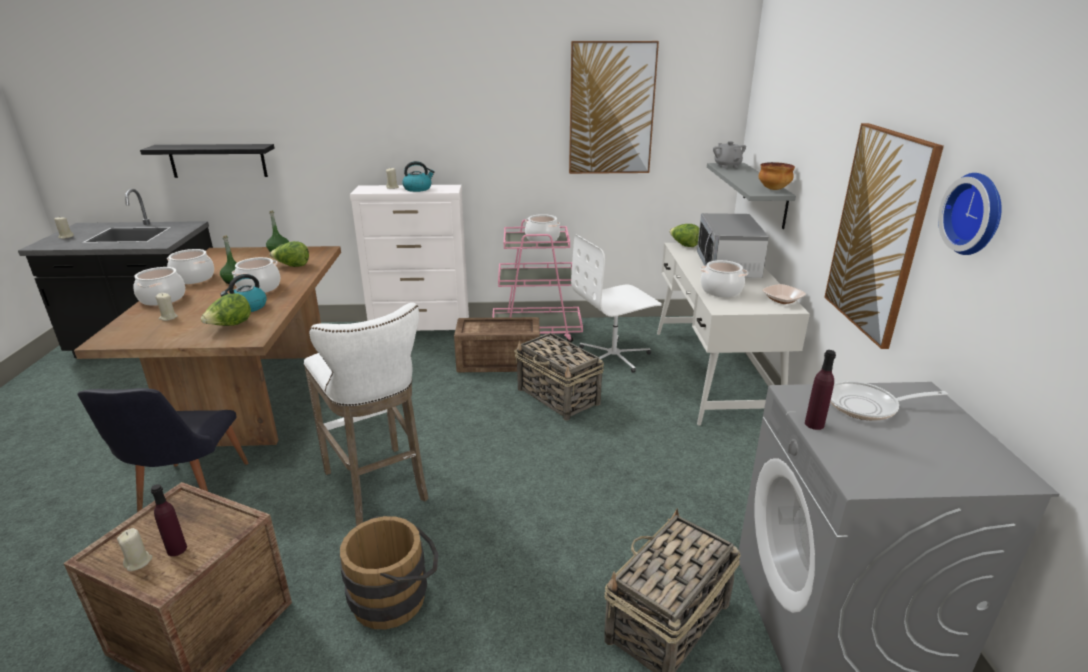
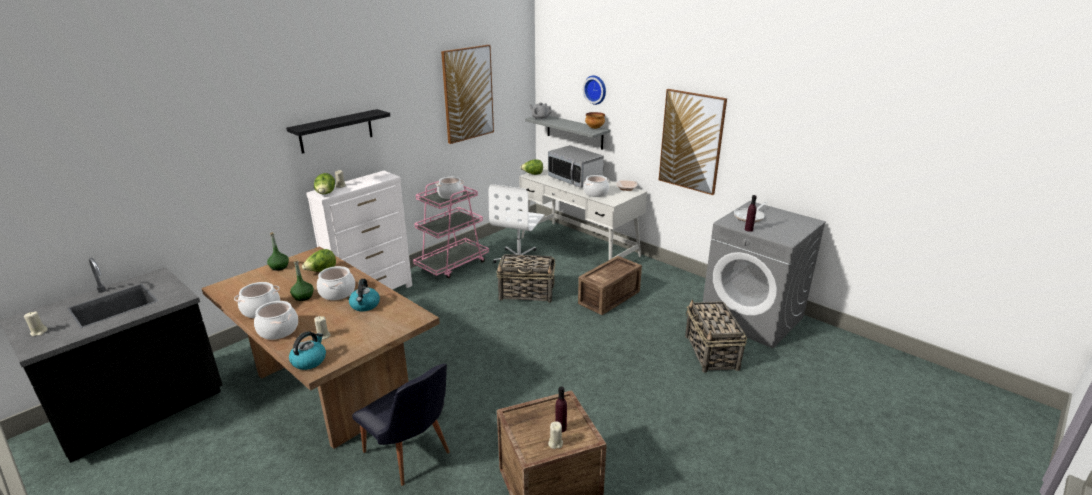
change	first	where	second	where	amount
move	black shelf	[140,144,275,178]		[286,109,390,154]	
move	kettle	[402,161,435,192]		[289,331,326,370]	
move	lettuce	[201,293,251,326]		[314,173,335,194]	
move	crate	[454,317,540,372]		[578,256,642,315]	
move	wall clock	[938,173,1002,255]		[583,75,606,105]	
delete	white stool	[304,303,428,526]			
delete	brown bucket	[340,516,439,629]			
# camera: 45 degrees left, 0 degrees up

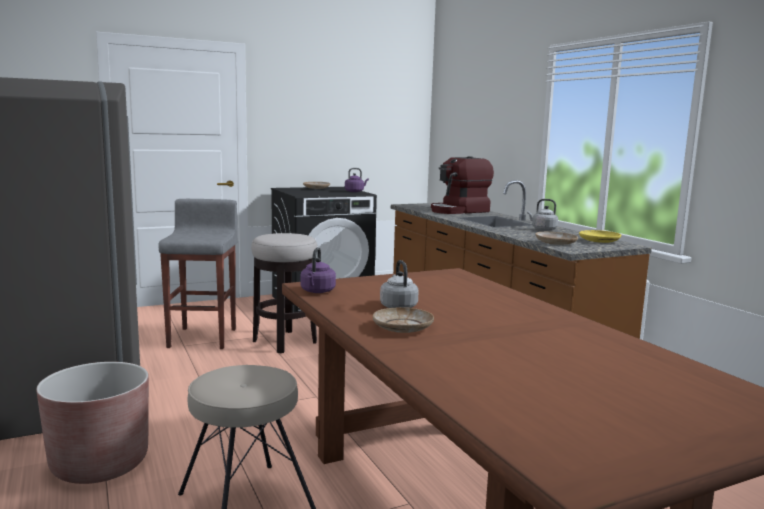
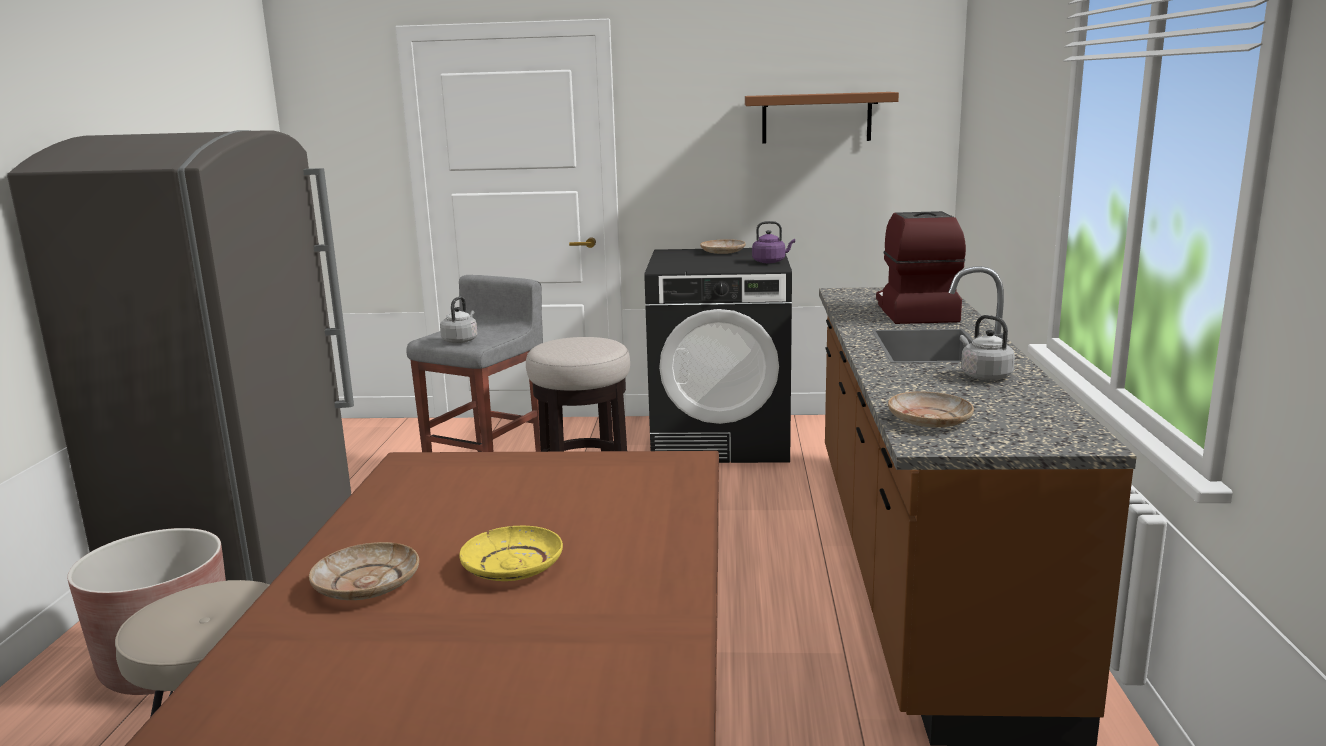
change	first	where	second	where	amount
move	grey kettle	[380,260,419,308]		[440,296,478,343]	
move	yellow plate	[579,230,621,243]		[459,526,563,581]	
insert			brown shelf	[745,92,899,144]	
rotate	coffee machine	[431,156,494,214]		[876,211,966,324]	90 degrees clockwise
delete	purple kettle	[300,247,336,293]			
# camera: 30 degrees right, 5 degrees up

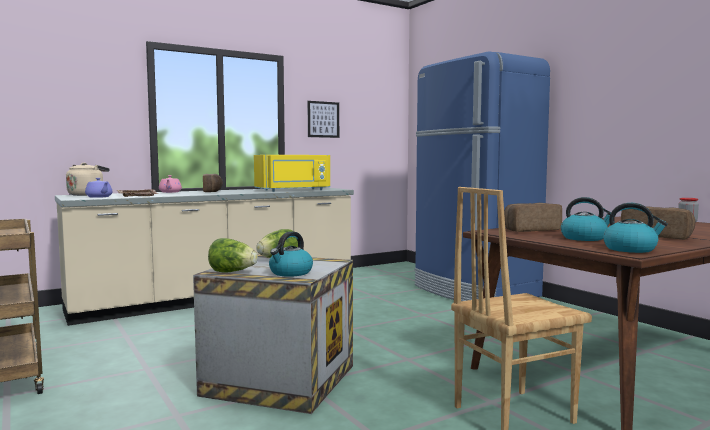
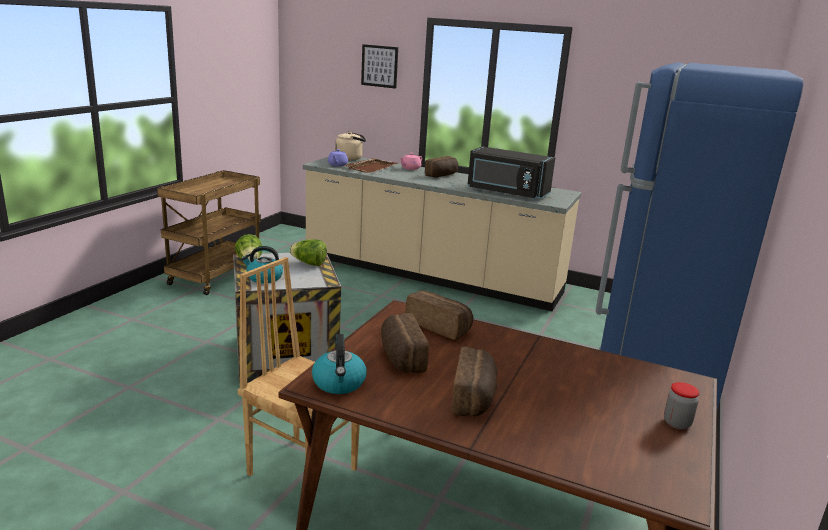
change	first	where	second	where	amount
move	picture	[308,101,339,138]		[361,44,398,89]	
replace	kettle	[561,197,616,241]	bread	[381,313,429,373]	
recolor	yellow microwave	[254,155,330,192]	black microwave	[467,146,555,200]	
# camera: 55 degrees right, 15 degrees up

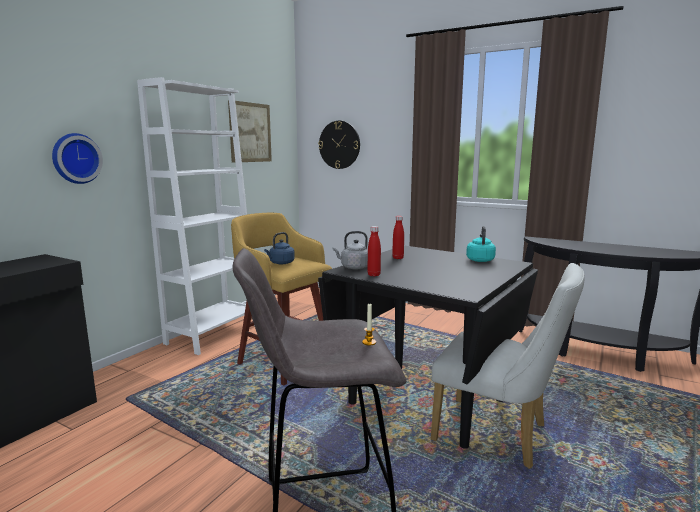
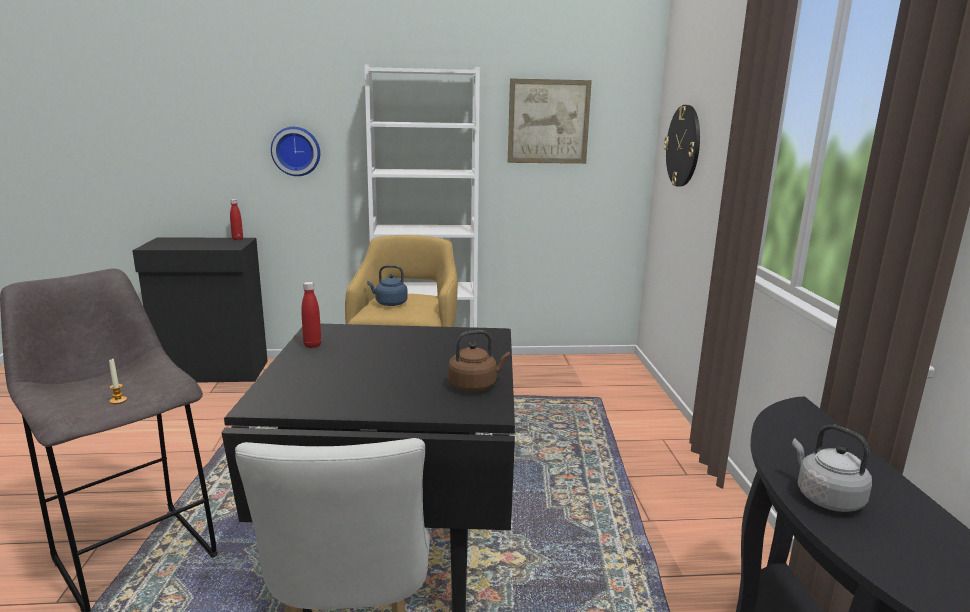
change	first	where	second	where	amount
move	red bottle	[392,216,404,259]		[230,199,243,240]	
recolor	turquoise kettle	[466,226,496,262]	brown kettle	[448,330,510,392]	
move	grey kettle	[333,231,368,270]		[792,424,872,512]	
# camera: 55 degrees right, 5 degrees up

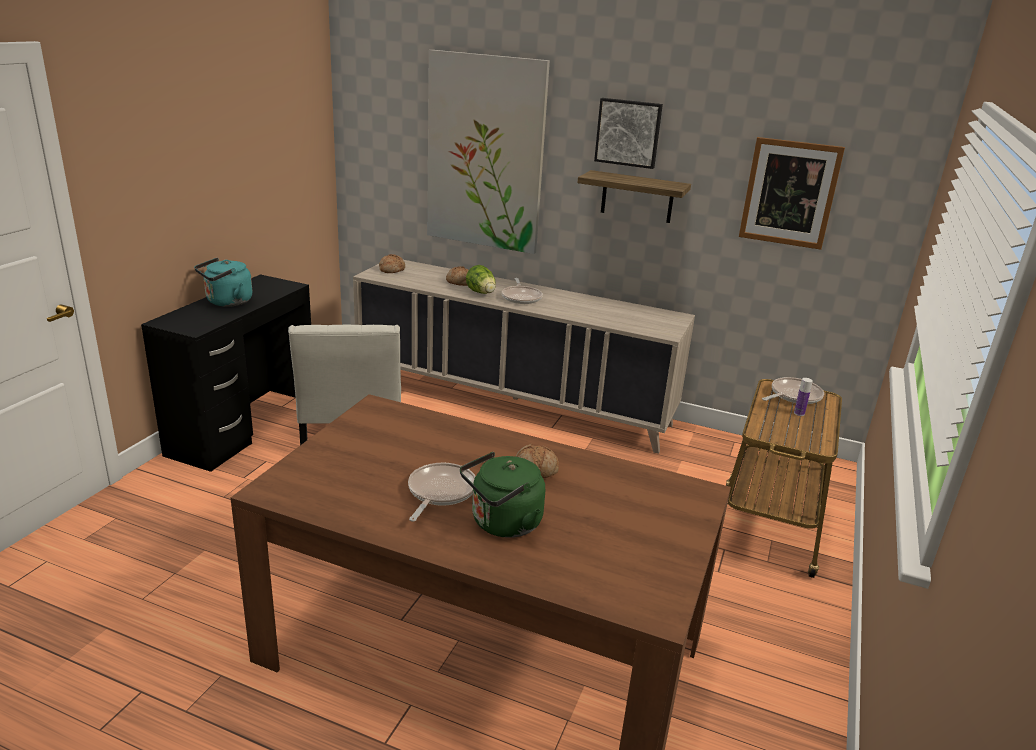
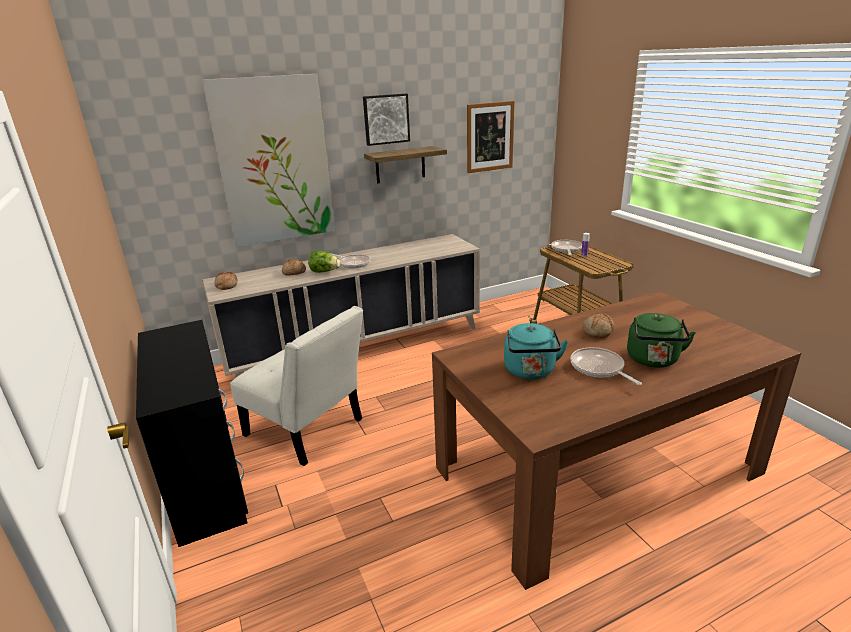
change	first	where	second	where	amount
move	turquoise kettle	[194,257,252,307]		[504,323,568,379]	
# camera: 45 degrees left, 0 degrees up

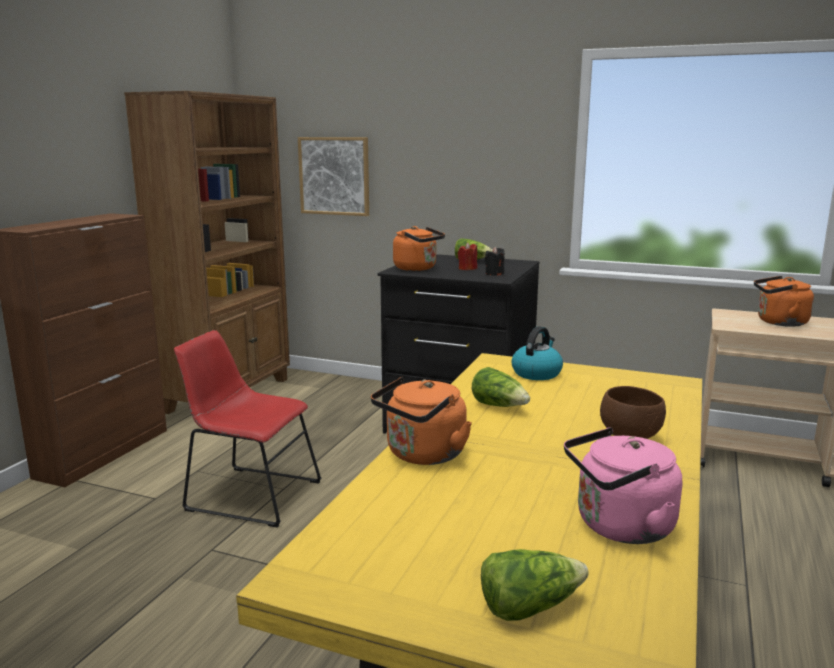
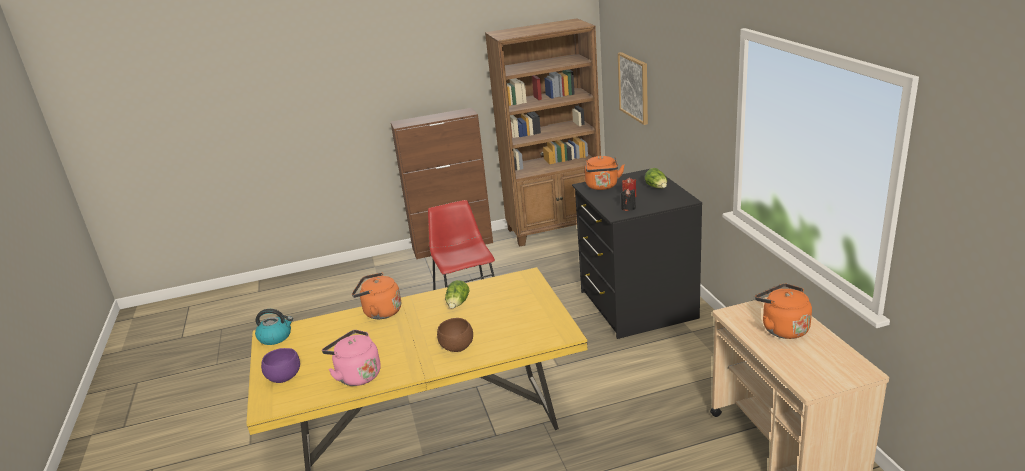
change	first	where	second	where	amount
move	kettle	[511,326,563,380]		[255,309,293,345]	
replace	lettuce	[481,549,589,621]	purple bowl	[261,348,300,383]	
# camera: 55 degrees right, 10 degrees up

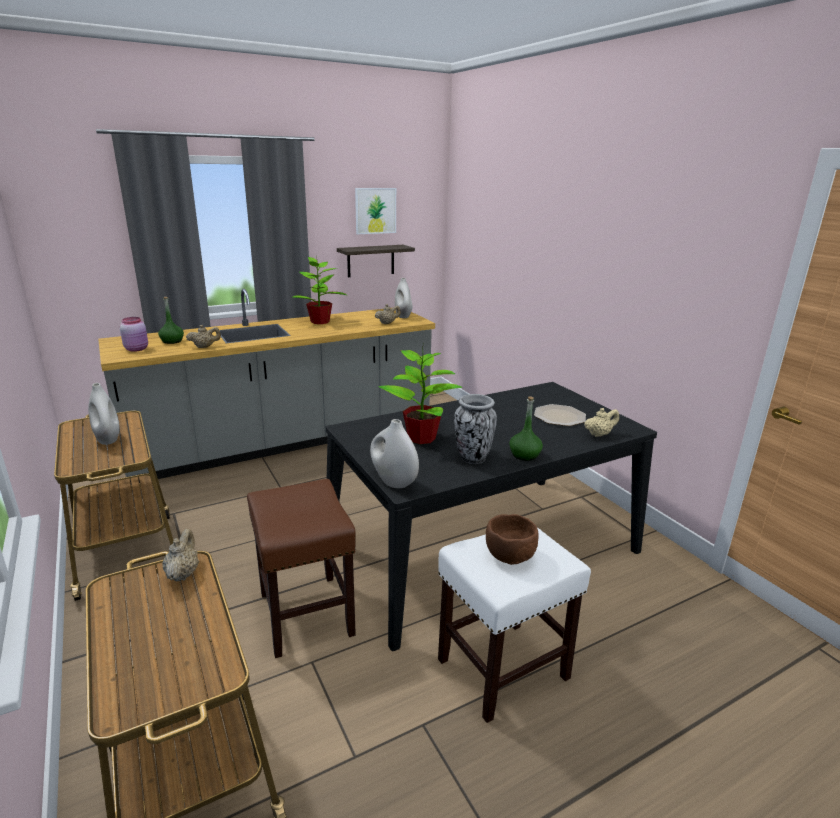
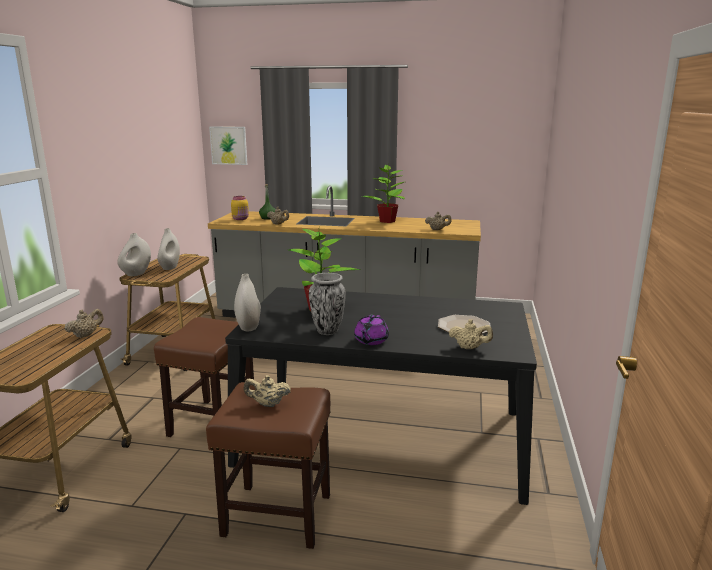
change	first	where	second	where	amount
move	white vase	[395,278,413,318]		[117,233,151,276]	
recolor	white stool	[438,527,591,723]	brown stool	[206,382,330,549]	
move	picture	[355,188,396,234]		[209,126,247,165]	
recolor	pink jar	[120,317,148,352]	yellow jar	[231,196,249,220]	
replace	brown bowl	[486,514,538,565]	beige teapot	[243,375,291,407]	
replace	green bottle	[509,396,543,461]	purple teapot	[354,315,389,345]	
delete	shelf	[337,245,415,277]			
# camera: 40 degrees right, 5 degrees down

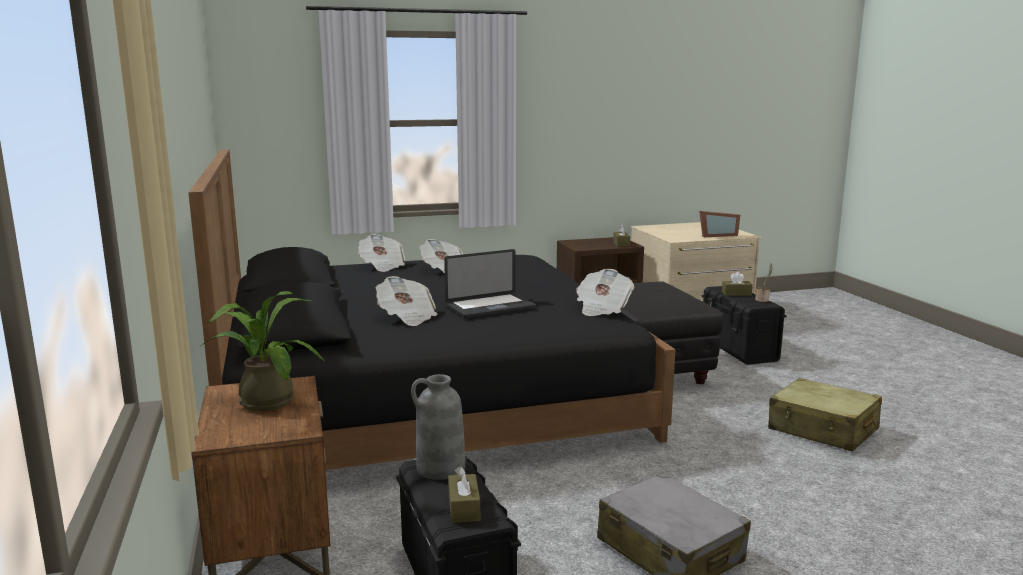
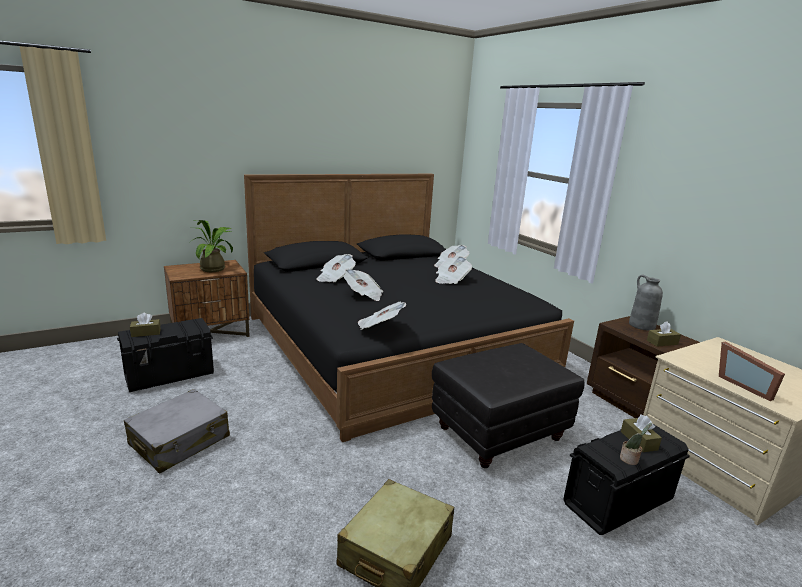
change	first	where	second	where	amount
replace	laptop	[444,249,536,319]	newspaper	[344,269,383,301]	
move	grey vase	[411,374,465,480]		[629,275,663,330]	
# camera: 75 degrees right, 5 degrees up

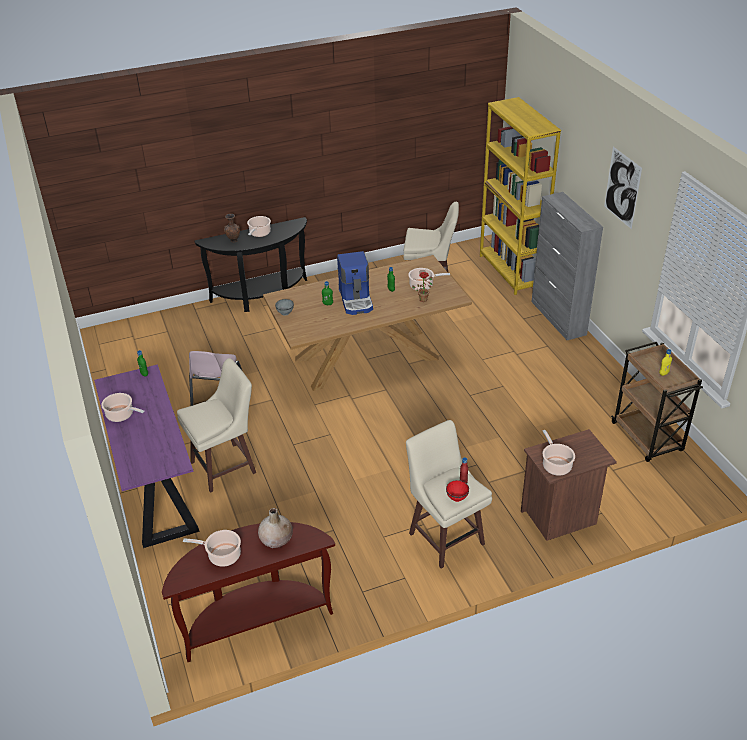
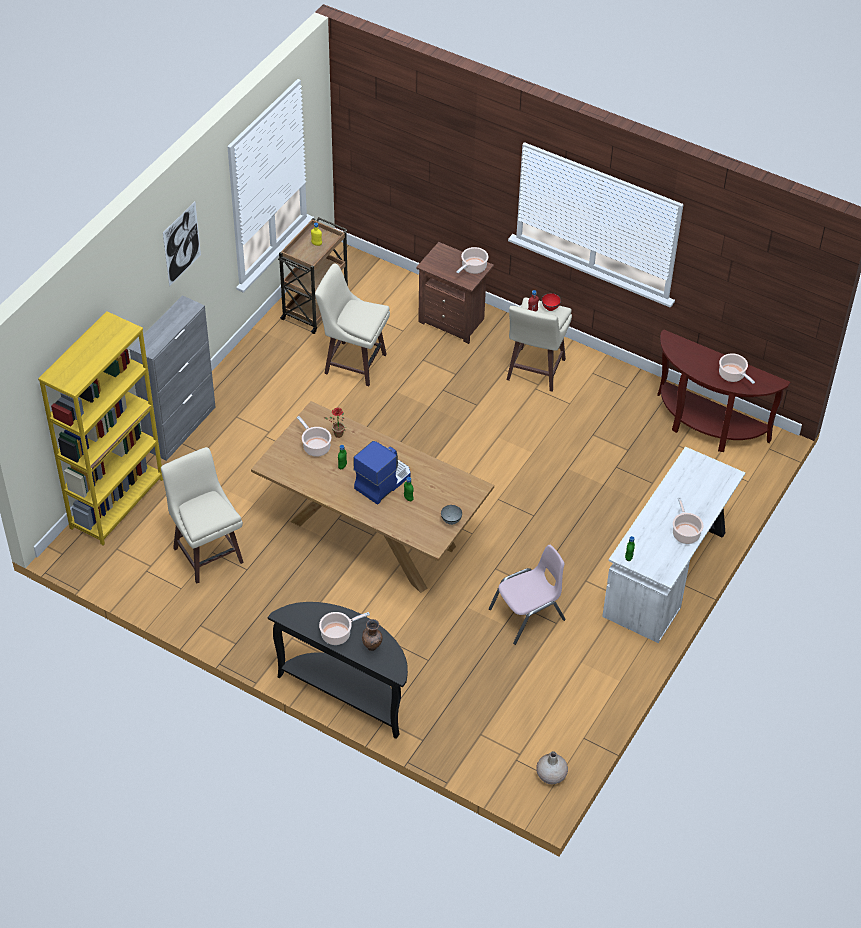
change	first	where	second	where	amount
move	beige stool	[177,358,256,493]		[315,263,390,386]	
move	beige vase	[258,508,293,548]		[536,751,568,784]	
recolor	purple desk	[94,364,200,548]	white desk	[602,447,745,643]	
# camera: 130 degrees left, 10 degrees up

